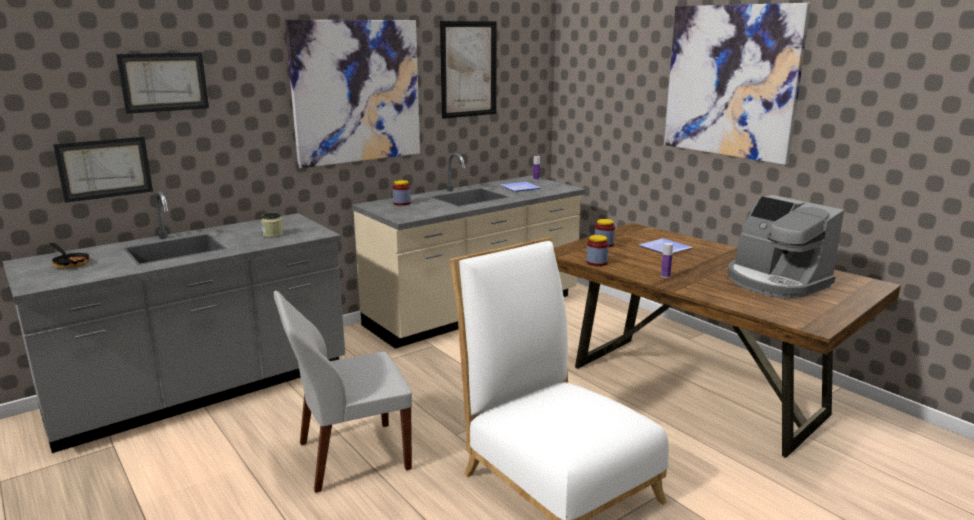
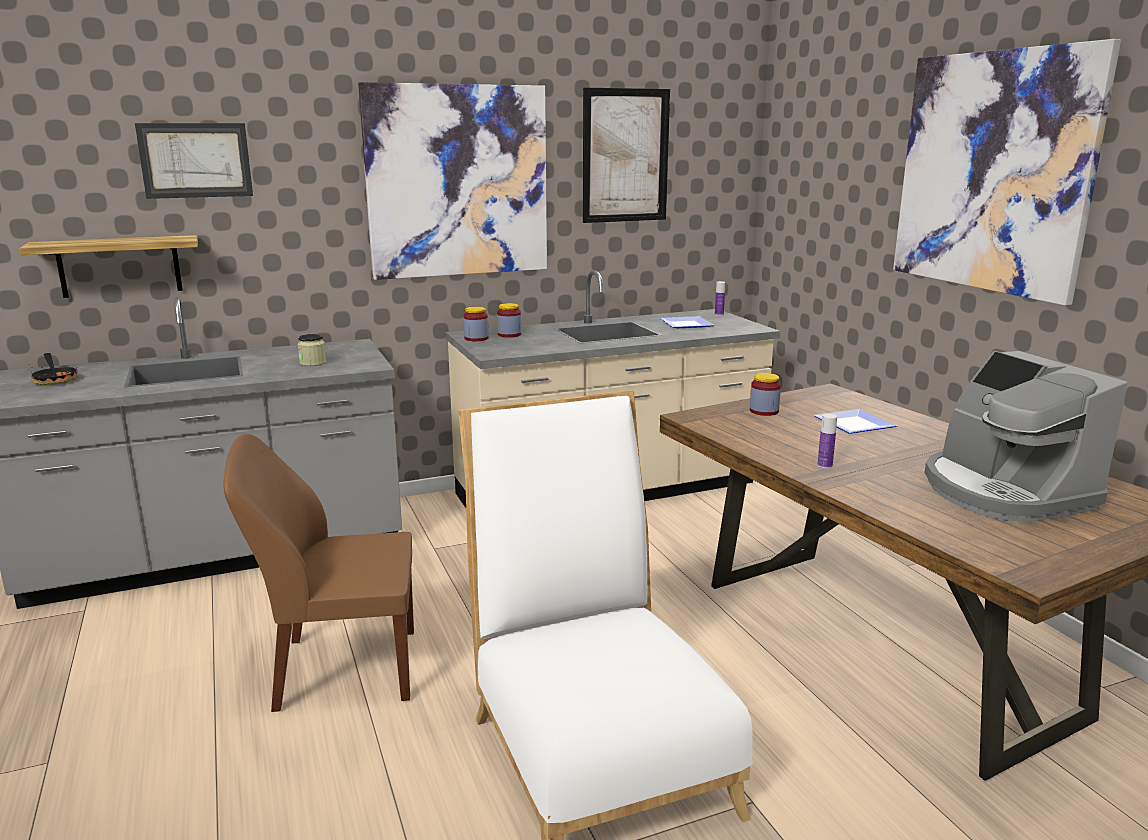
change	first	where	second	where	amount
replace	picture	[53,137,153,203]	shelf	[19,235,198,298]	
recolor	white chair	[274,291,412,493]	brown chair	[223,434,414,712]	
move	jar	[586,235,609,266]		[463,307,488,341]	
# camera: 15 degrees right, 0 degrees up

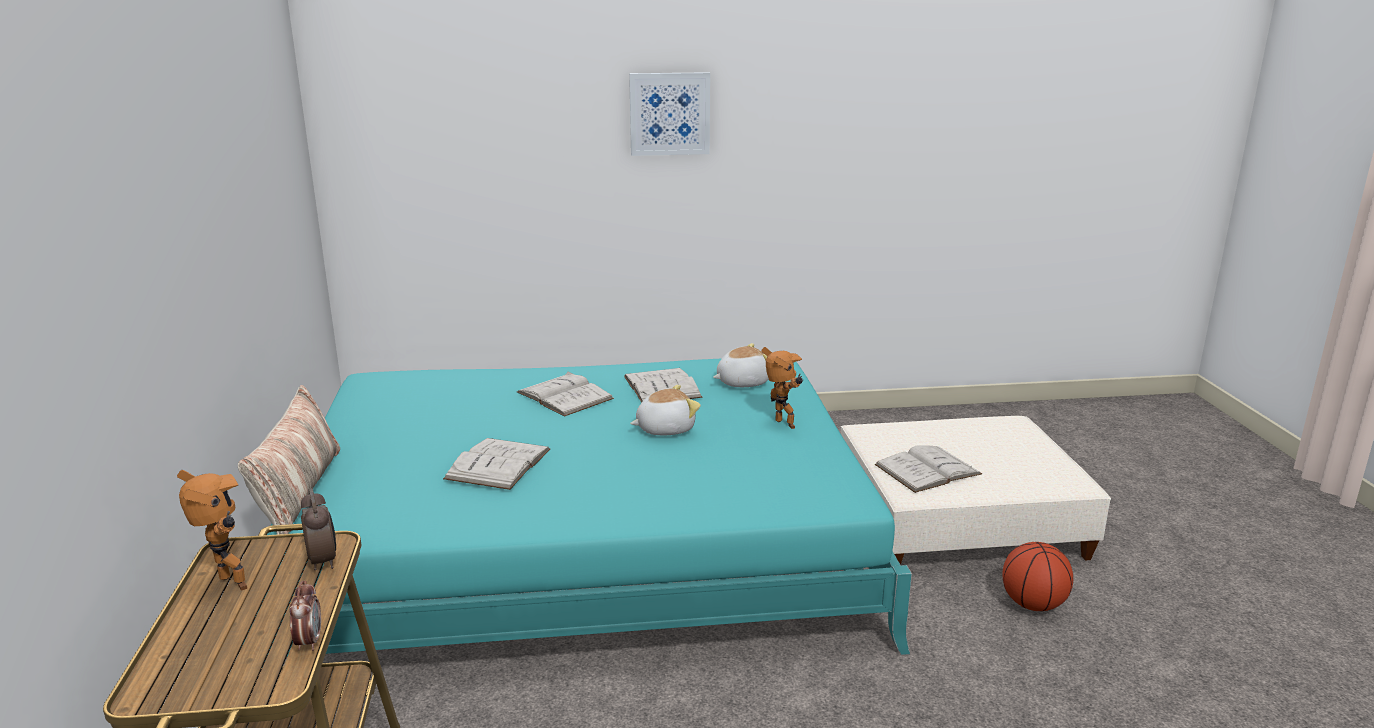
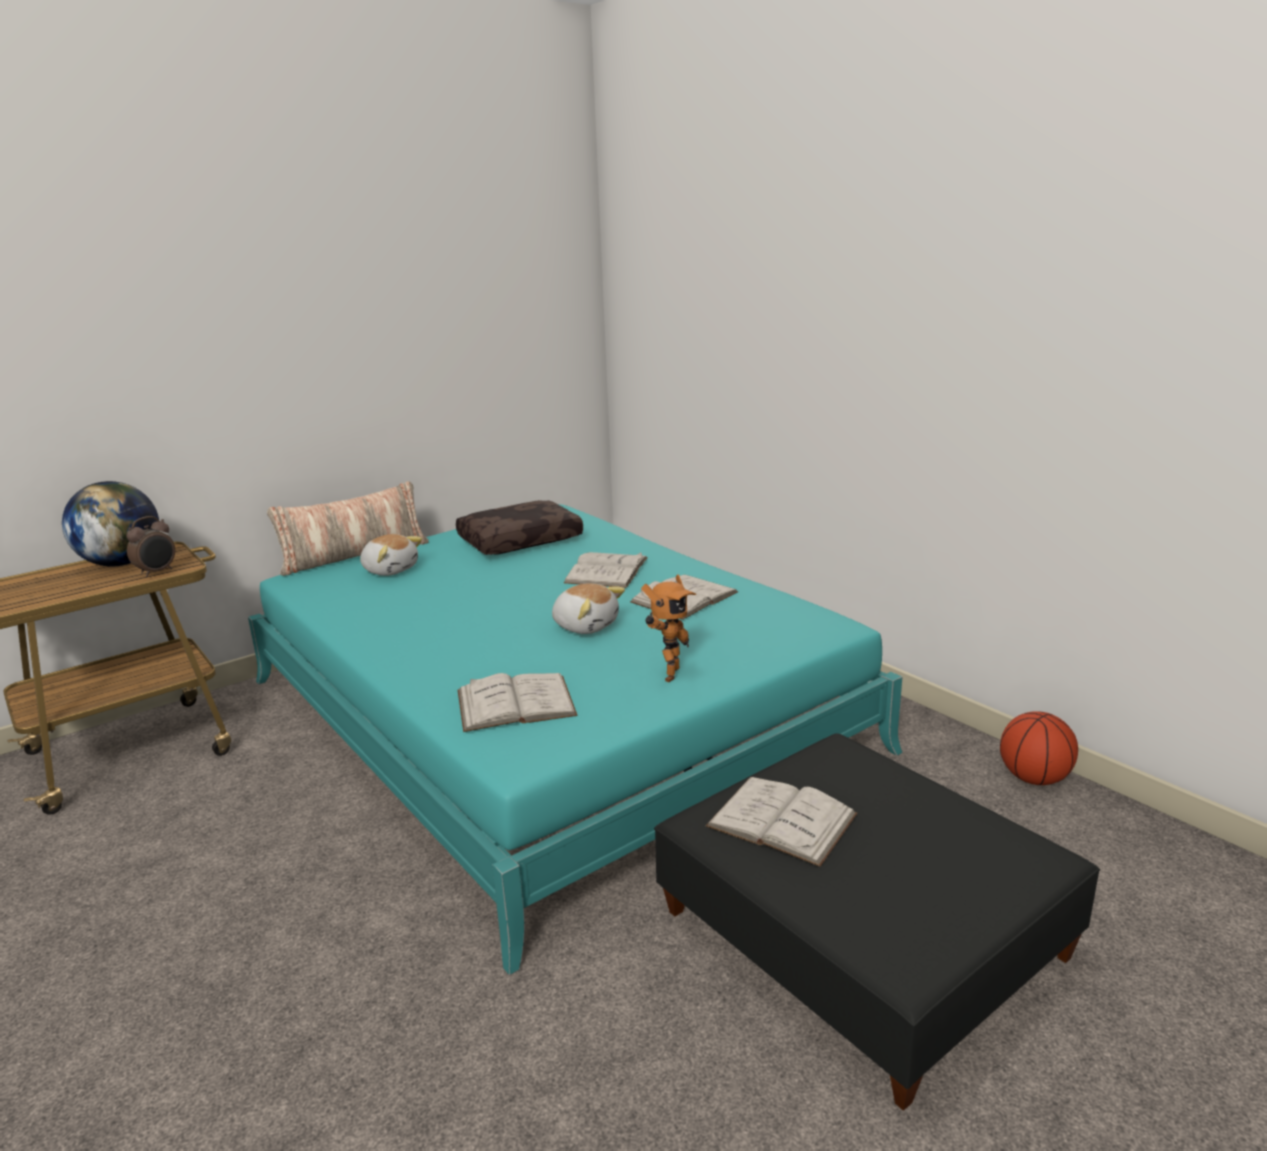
change	first	where	second	where	amount
replace	toy robot	[177,470,247,591]	globe	[62,481,159,567]	
move	plush toy	[713,343,769,387]		[360,534,422,576]	
insert			brown pillow	[456,500,583,555]	
move	white book	[443,438,550,490]		[457,673,578,732]	
recolor	beige ottoman	[841,416,1111,565]	black ottoman	[654,733,1100,1111]	
move	basketball	[1002,542,1073,611]		[1000,711,1078,785]	
delete	alarm clock	[289,581,321,651]			
delete	picture	[629,72,710,156]			
# camera: 60 degrees right, 0 degrees up

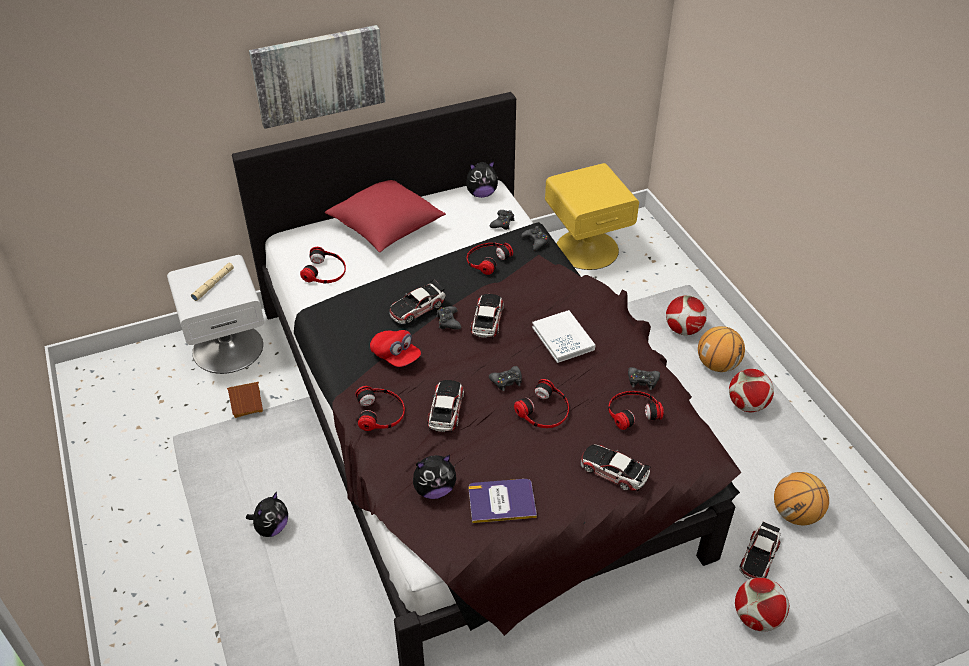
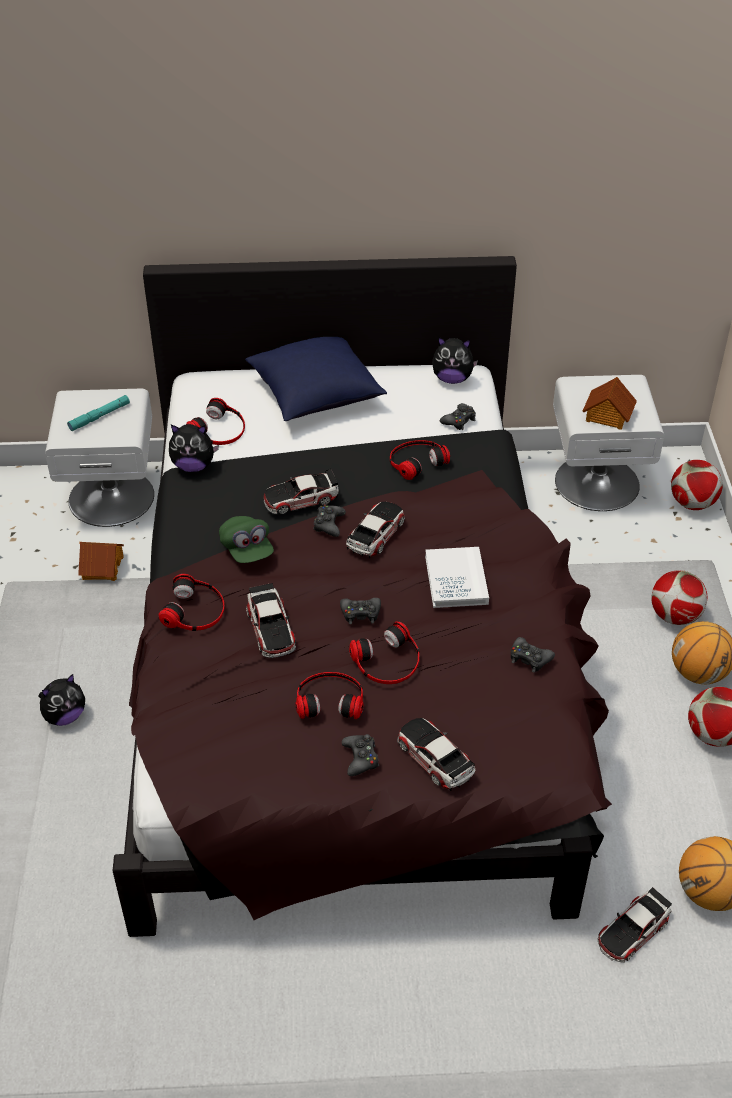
change	first	where	second	where	amount
recolor	beige flashlight	[191,263,234,301]	turquoise flashlight	[67,395,130,431]	
move	plush toy	[413,455,456,499]		[169,424,219,472]	
recolor	red cap	[370,330,421,367]	green cap	[219,516,274,563]	
recolor	red pillow	[325,180,446,252]	blue pillow	[245,337,387,421]	
rotate	toy car	[427,380,464,433]		[246,583,296,658]	135 degrees clockwise
move	headphones	[608,391,664,430]		[295,672,364,719]	
move	black game controller	[521,226,549,250]		[342,734,379,776]	
recolor	yellow nightstand	[545,163,639,270]	white nightstand	[553,375,664,511]	
insert			toy house	[583,377,637,430]	
move	football	[735,577,789,632]		[671,460,723,510]	
delete	picture	[249,25,386,129]			
delete	book	[469,479,537,523]			
# camera: 20 degrees right, 0 degrees up

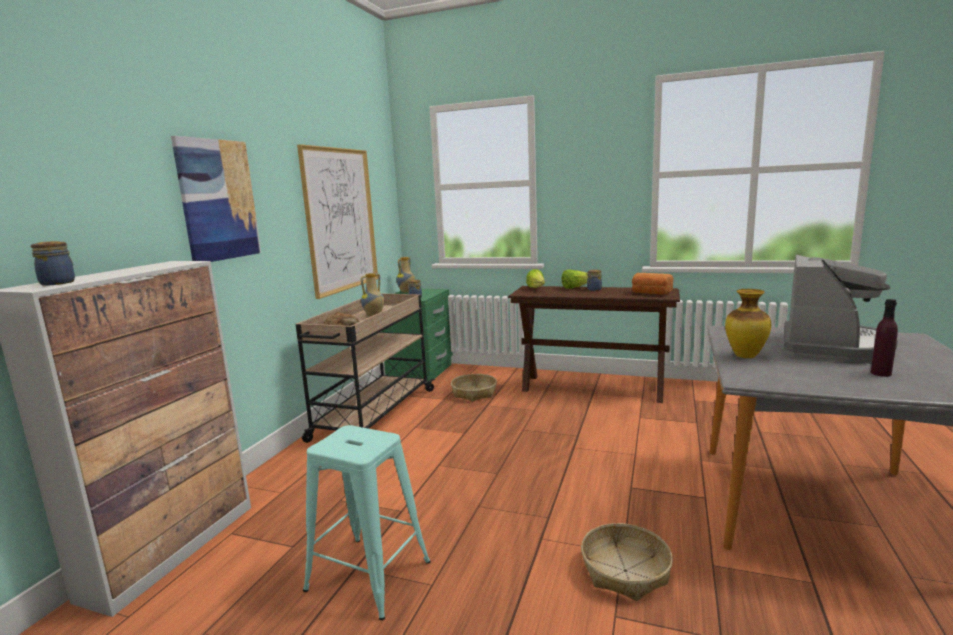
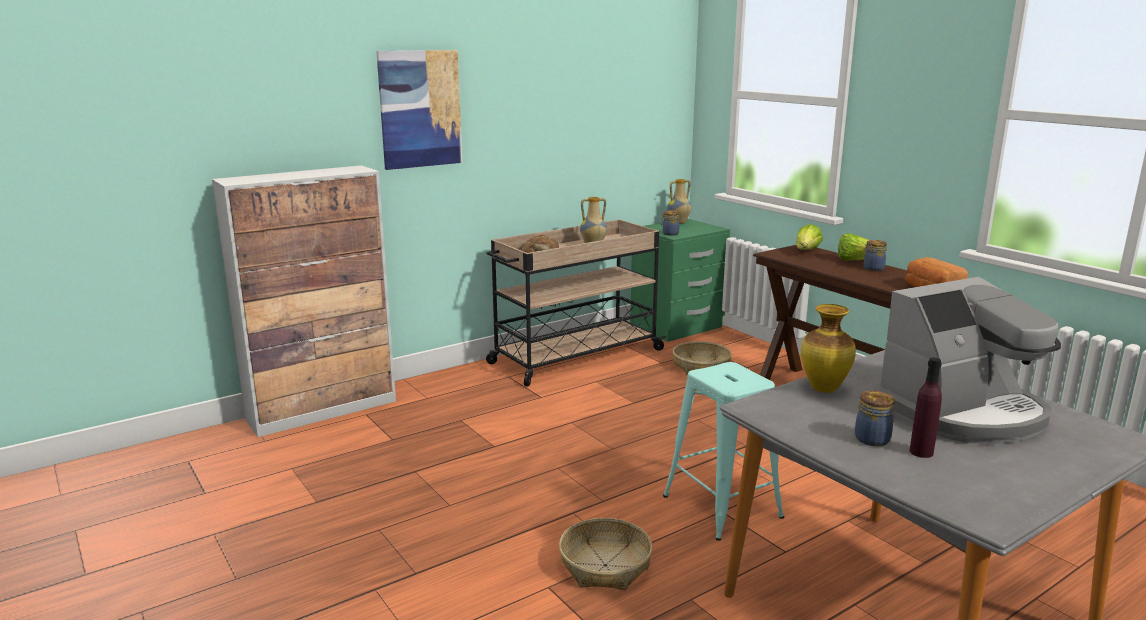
change	first	where	second	where	amount
move	turquoise stool	[303,425,431,620]		[663,362,784,541]	
move	jar	[31,241,75,286]		[855,391,895,446]	
delete	picture	[297,144,378,299]			
# camera: 35 degrees right, 5 degrees up

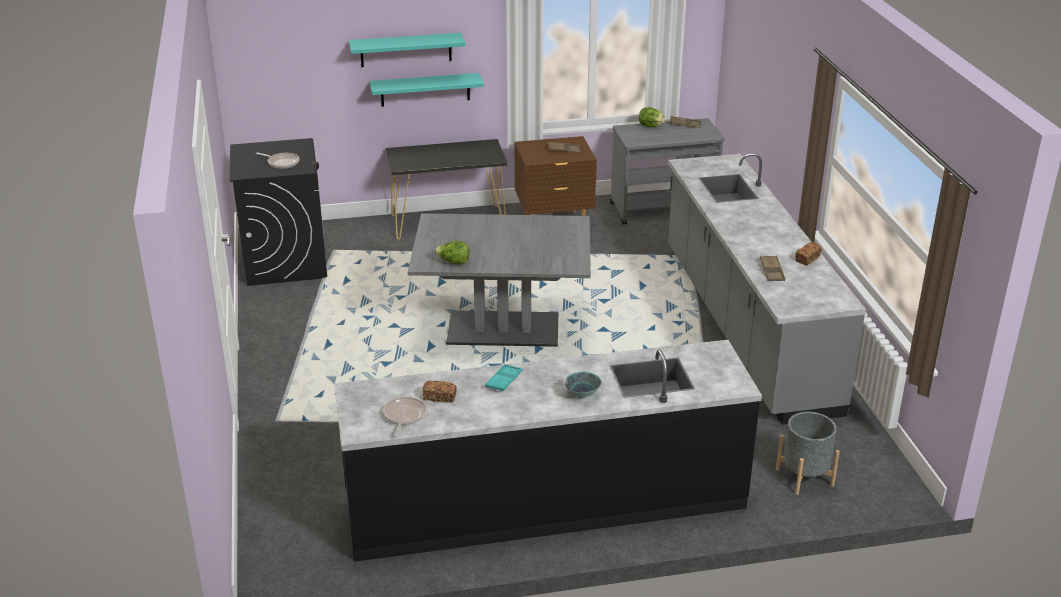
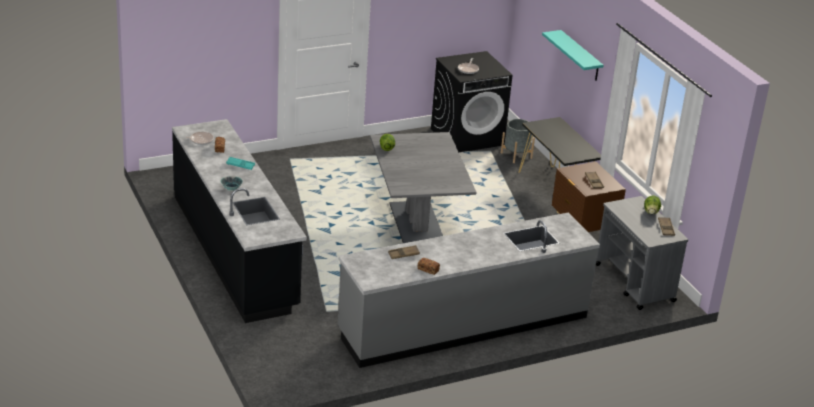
change	first	where	second	where	amount
move	grey planter	[776,412,840,495]		[501,119,535,163]	
delete	turquoise shelf	[369,73,484,107]			
# camera: 75 degrees right, 0 degrees up

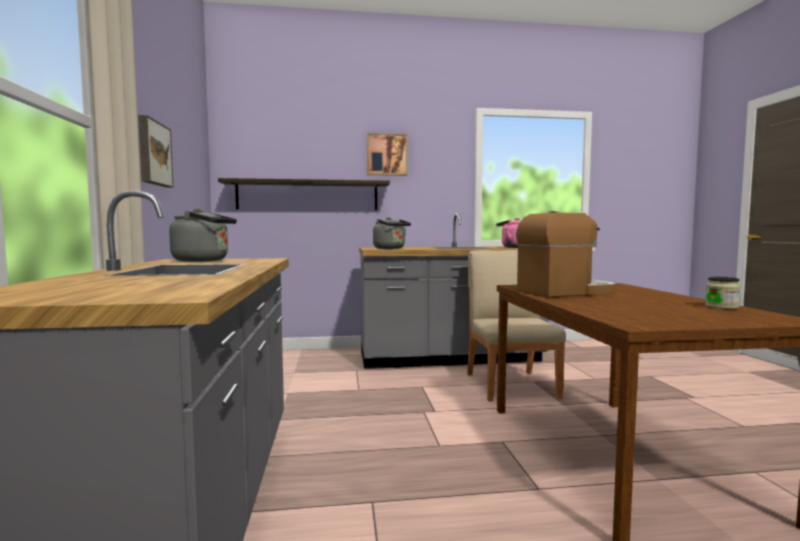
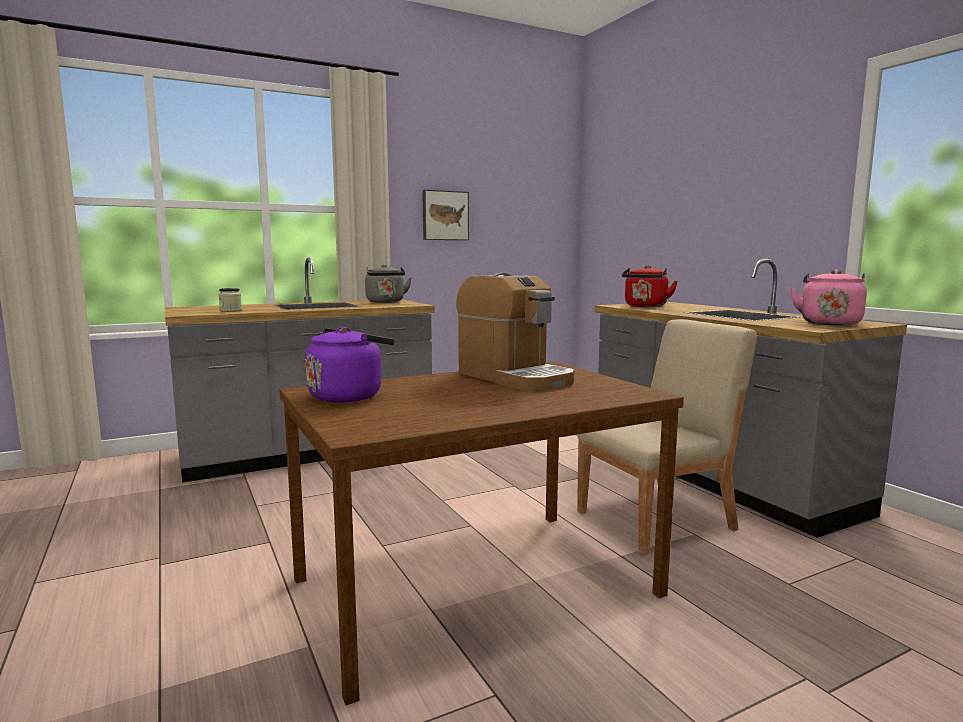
change	first	where	second	where	amount
move	jar	[705,277,740,309]		[219,288,242,312]	
insert			purple kettle	[305,326,395,403]	
recolor	grey kettle	[373,217,411,249]	red kettle	[622,265,678,307]	
delete	shelf	[218,178,390,210]			
delete	picture	[367,133,408,176]			
# camera: 70 degrees right, 5 degrees up

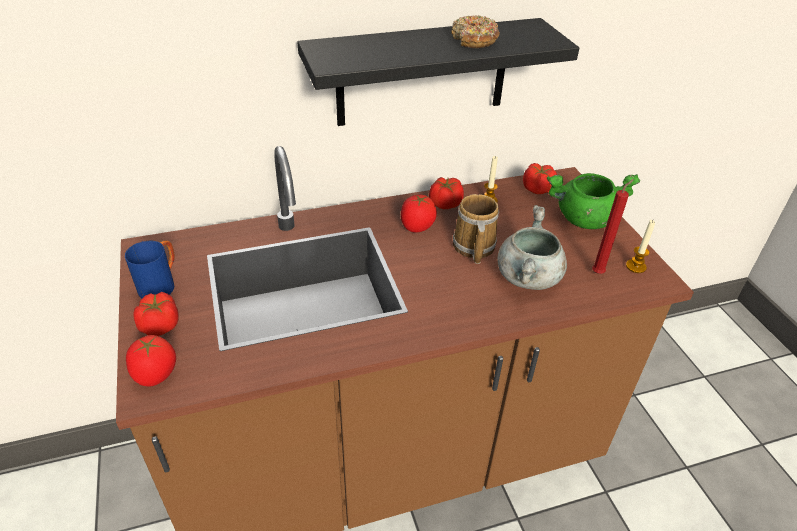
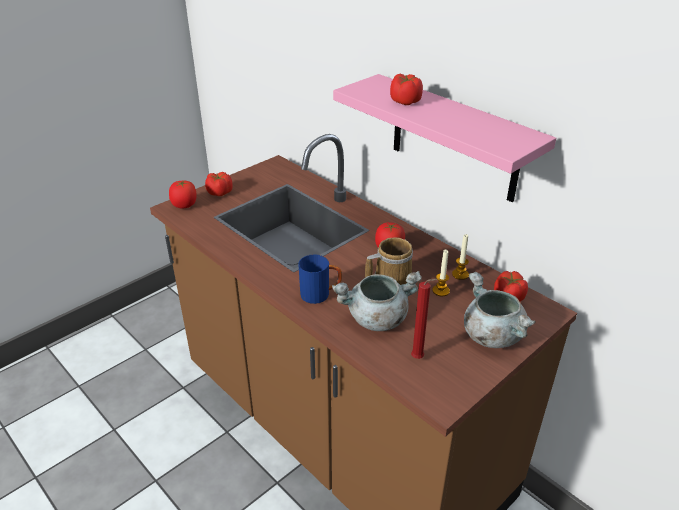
change	first	where	second	where	amount
move	blue mug	[125,240,175,298]		[298,254,342,304]	
recolor	black shelf	[297,18,579,126]	pink shelf	[333,74,556,202]	
move	tomato	[429,177,464,209]		[390,74,423,105]	
move	candle	[626,220,655,273]		[432,250,450,296]	
recolor	green cooking pot	[547,173,640,229]	grey cooking pot	[464,272,536,348]	
delete	donut	[451,15,500,48]			
# camera: 65 degrees right, 5 degrees down

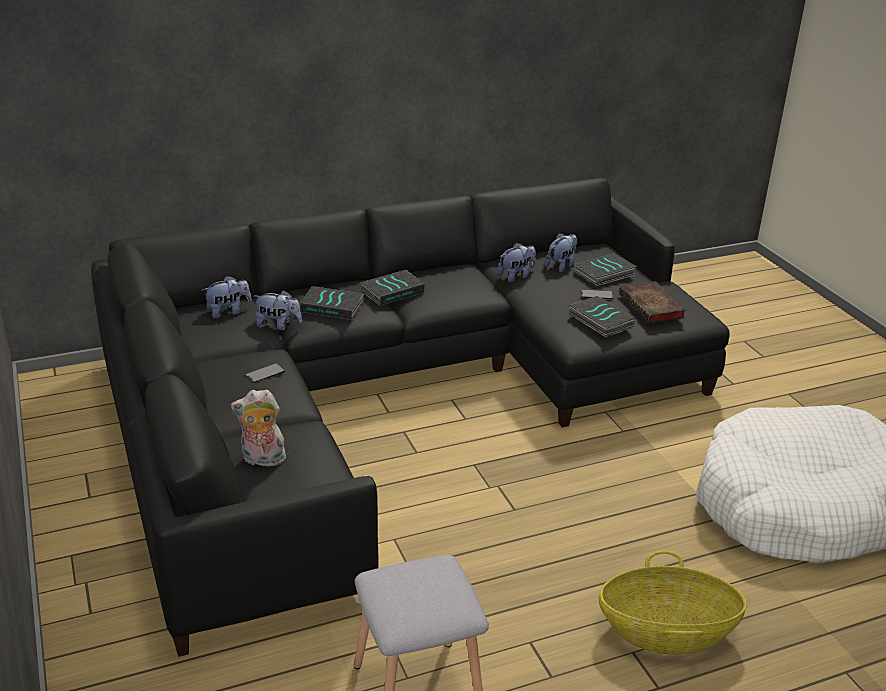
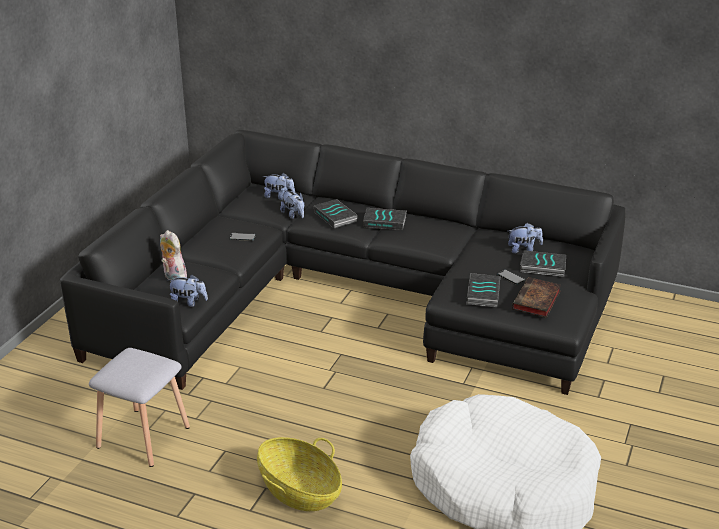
change	first	where	second	where	amount
move	plush toy	[497,242,536,282]		[168,274,208,307]	
# camera: 45 degrees right, 0 degrees up

